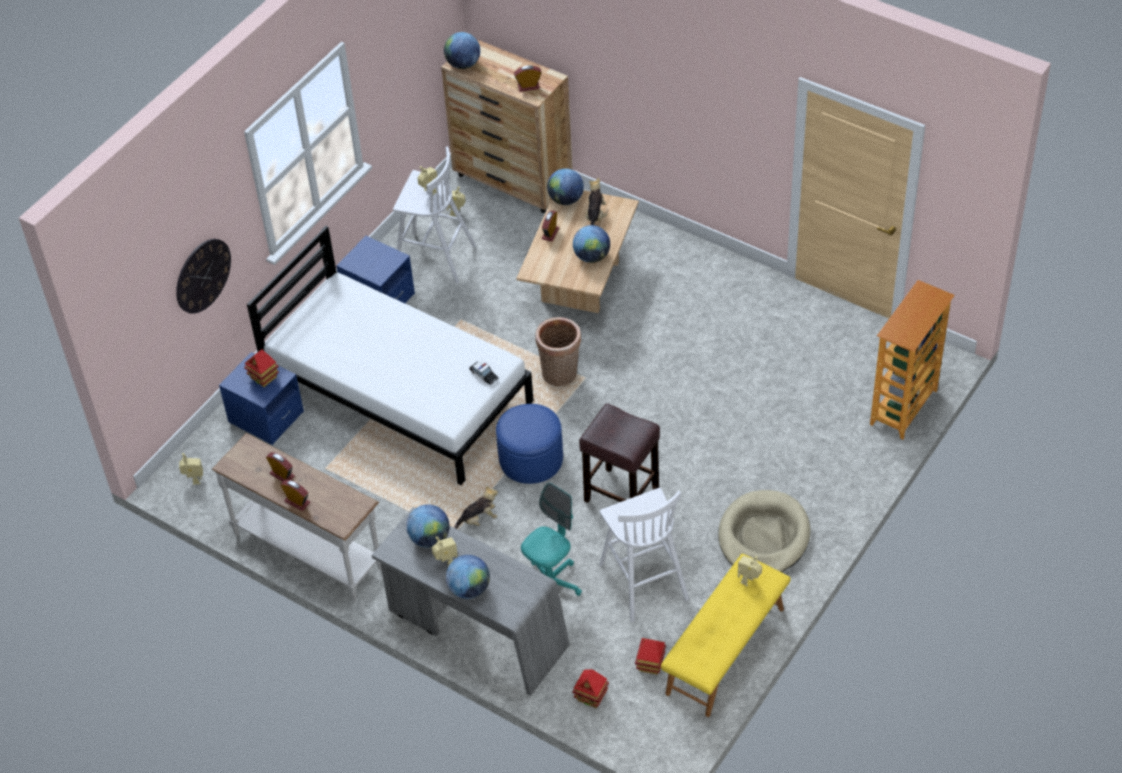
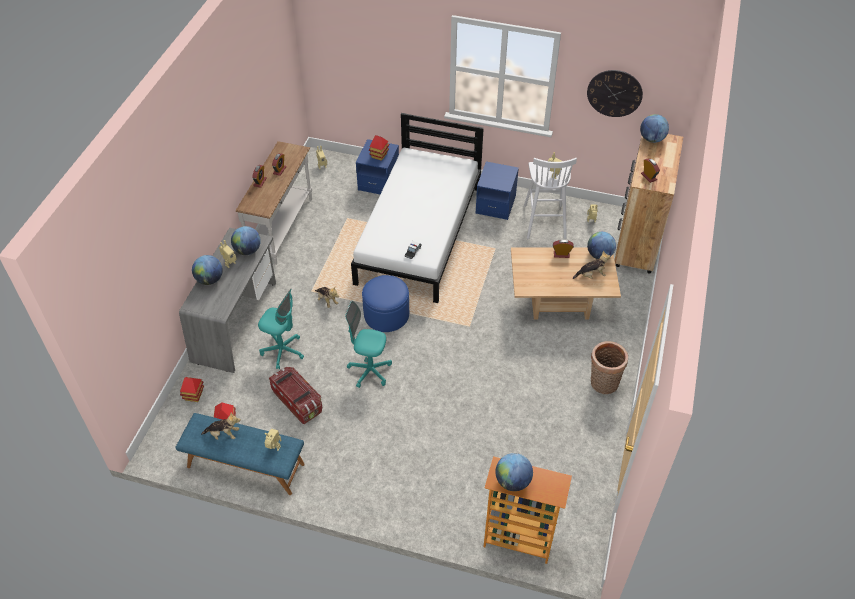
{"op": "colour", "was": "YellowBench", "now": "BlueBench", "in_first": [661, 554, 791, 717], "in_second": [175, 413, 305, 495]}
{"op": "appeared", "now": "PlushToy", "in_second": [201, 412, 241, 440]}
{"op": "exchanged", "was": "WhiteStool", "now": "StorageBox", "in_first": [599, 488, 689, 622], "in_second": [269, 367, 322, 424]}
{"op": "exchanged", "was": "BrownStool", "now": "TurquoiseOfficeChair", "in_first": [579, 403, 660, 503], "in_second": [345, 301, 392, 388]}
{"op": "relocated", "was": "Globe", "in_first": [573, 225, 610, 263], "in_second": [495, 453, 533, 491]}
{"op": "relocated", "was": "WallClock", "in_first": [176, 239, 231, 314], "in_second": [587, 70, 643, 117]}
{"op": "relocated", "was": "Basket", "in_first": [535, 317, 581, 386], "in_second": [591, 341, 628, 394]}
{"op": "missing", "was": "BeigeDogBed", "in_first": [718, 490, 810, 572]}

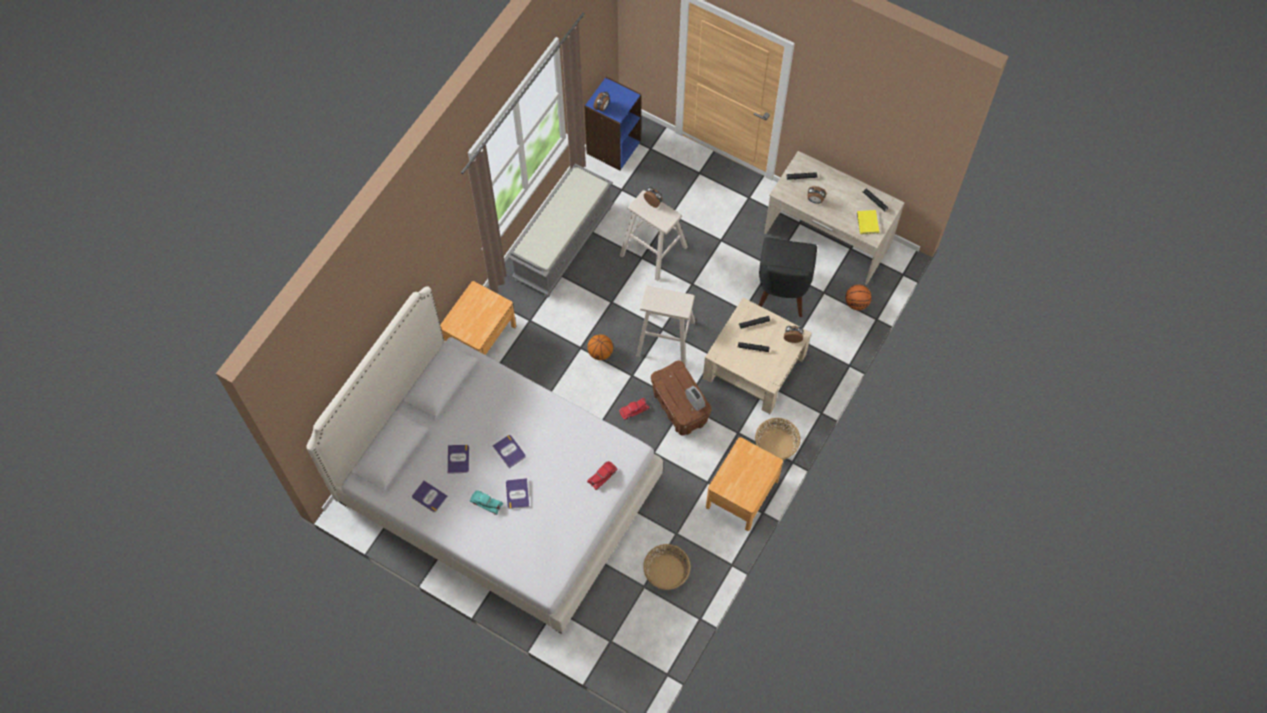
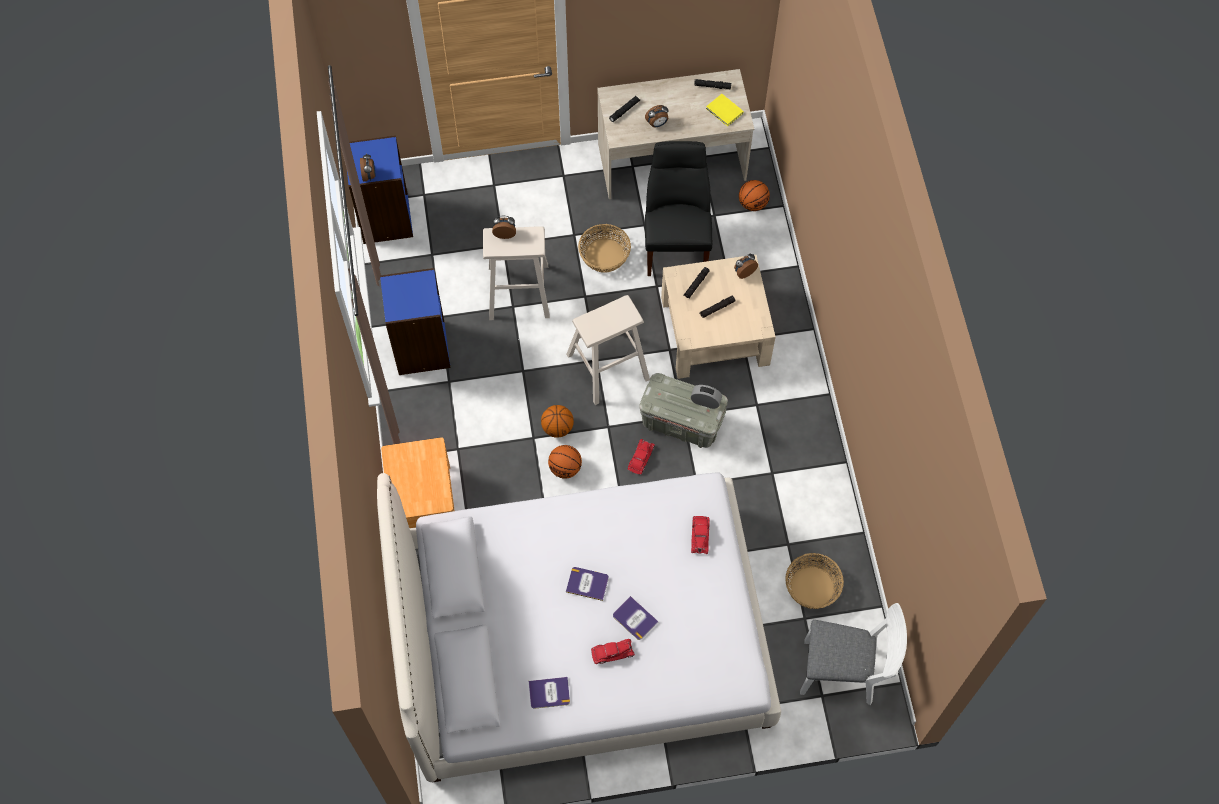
{"op": "exchanged", "was": "GreyBench", "now": "BlueBookcase", "in_first": [509, 164, 613, 298], "in_second": [380, 268, 451, 375]}
{"op": "appeared", "now": "Basketball", "in_second": [548, 445, 582, 479]}
{"op": "relocated", "was": "Basket", "in_first": [755, 418, 801, 460], "in_second": [578, 224, 631, 273]}
{"op": "colour", "was": "TurquoiseToyCar", "now": "RedToyCar", "in_first": [470, 491, 503, 515], "in_second": [591, 639, 635, 664]}
{"op": "colour", "was": "BrownStorageBox", "now": "GreyStorageBox", "in_first": [651, 361, 712, 436], "in_second": [639, 373, 728, 448]}
{"op": "spun", "was": "BlackChair", "in_first": [758, 237, 817, 317], "in_second": [645, 141, 712, 276], "clockwise": -150}
{"op": "appeared", "now": "WhiteChair", "in_second": [800, 603, 907, 705]}
{"op": "missing", "was": "Book", "in_first": [447, 445, 469, 474]}
{"op": "missing", "was": "BrownNightstand", "in_first": [706, 437, 783, 531]}

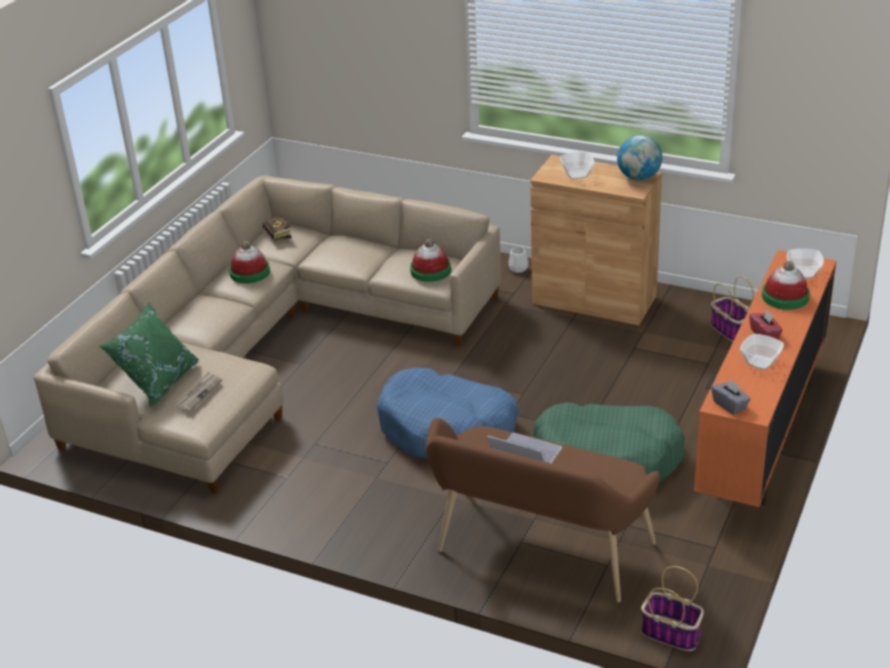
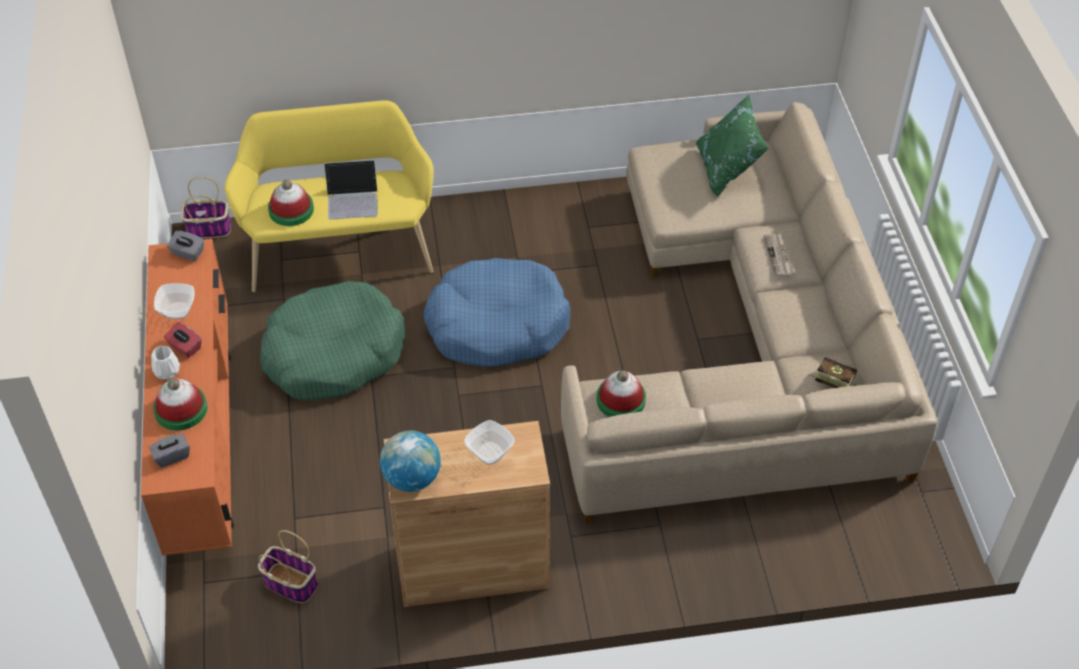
{"op": "exchanged", "was": "Bowl", "now": "GreyTissueBox", "in_first": [787, 249, 824, 279], "in_second": [149, 434, 190, 468]}
{"op": "relocated", "was": "WhiteVase", "in_first": [508, 247, 528, 273], "in_second": [151, 346, 180, 380]}
{"op": "colour", "was": "BrownBench", "now": "YellowBench", "in_first": [425, 418, 660, 602], "in_second": [225, 100, 434, 292]}
{"op": "relocated", "was": "Hat", "in_first": [229, 241, 270, 283], "in_second": [268, 180, 314, 226]}
{"op": "relocated", "was": "Newspaper", "in_first": [175, 372, 222, 412], "in_second": [763, 233, 793, 276]}

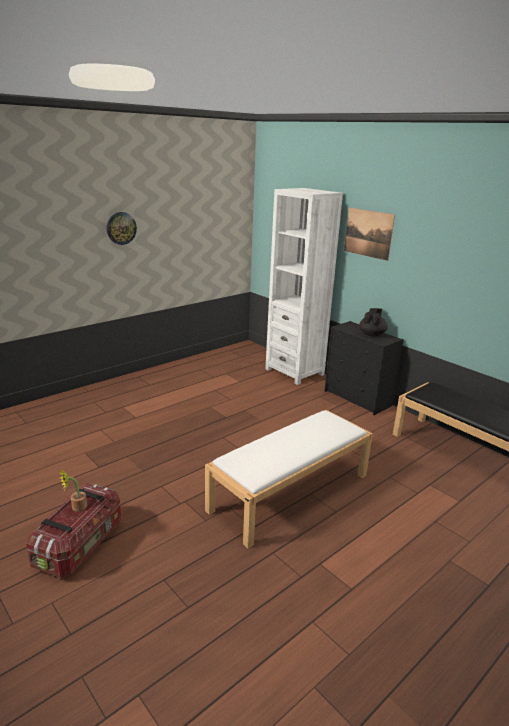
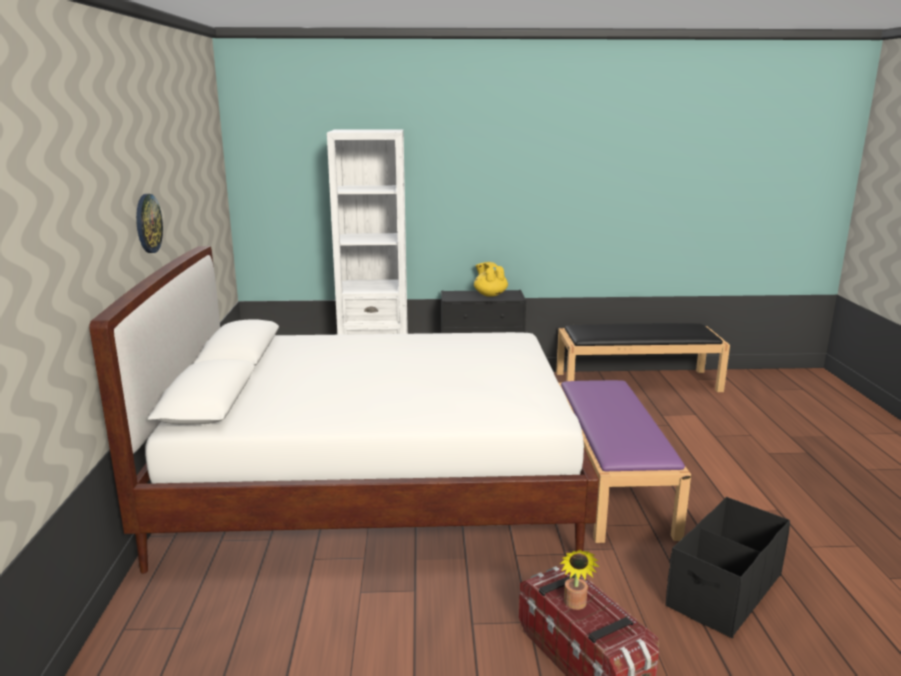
{"op": "appeared", "now": "WhiteBed", "in_second": [89, 246, 599, 574]}
{"op": "colour", "was": "BlackTeapot", "now": "YellowTeapot", "in_first": [359, 308, 388, 336], "in_second": [474, 262, 508, 297]}
{"op": "colour", "was": "WhiteBench", "now": "PurpleBench", "in_first": [205, 410, 373, 548], "in_second": [559, 380, 691, 543]}
{"op": "appeared", "now": "BlackStorageBox", "in_second": [665, 497, 790, 638]}
{"op": "missing", "was": "Picture", "in_first": [344, 208, 395, 261]}

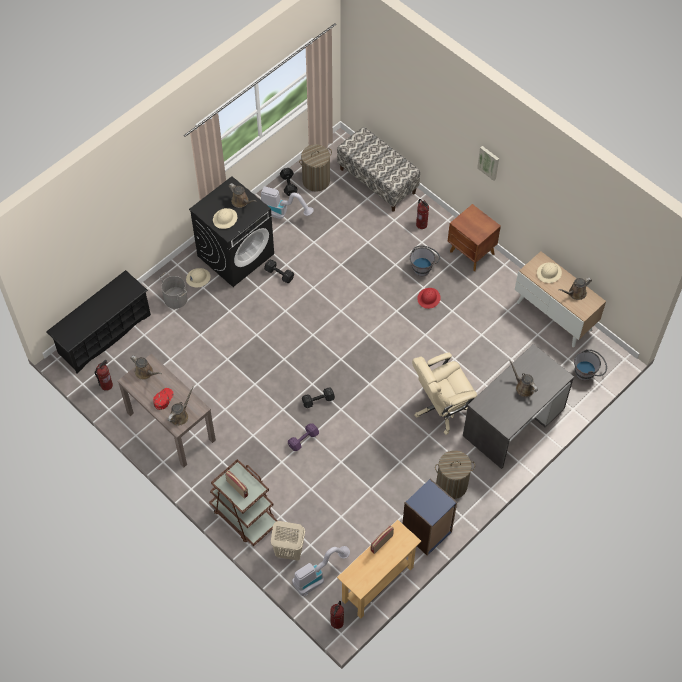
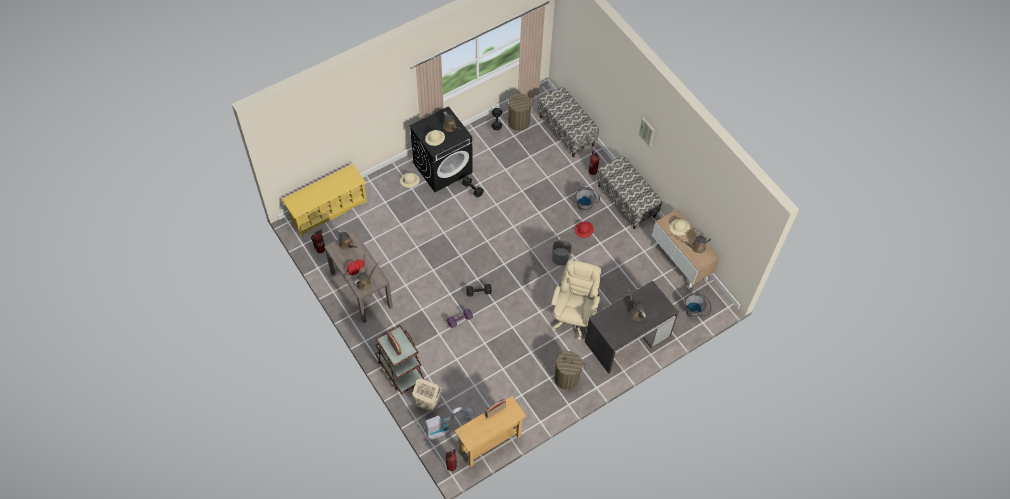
{"op": "colour", "was": "BlackShoeRack", "now": "YellowShoeRack", "in_first": [46, 270, 151, 373], "in_second": [282, 164, 367, 236]}
{"op": "spun", "was": "BeigeOfficeChair", "in_first": [412, 352, 477, 435], "in_second": [551, 260, 601, 340], "clockwise": 120}
{"op": "relocated", "was": "GreyBucket", "in_first": [159, 272, 188, 309], "in_second": [552, 235, 573, 266]}
{"op": "exchanged", "was": "BrownNightstand", "now": "Bench", "in_first": [448, 204, 501, 271], "in_second": [597, 155, 662, 229]}
{"op": "missing", "was": "VacuumCleaner", "in_first": [261, 186, 314, 219]}
{"op": "missing", "was": "BlueBookcase", "in_first": [403, 478, 457, 556]}

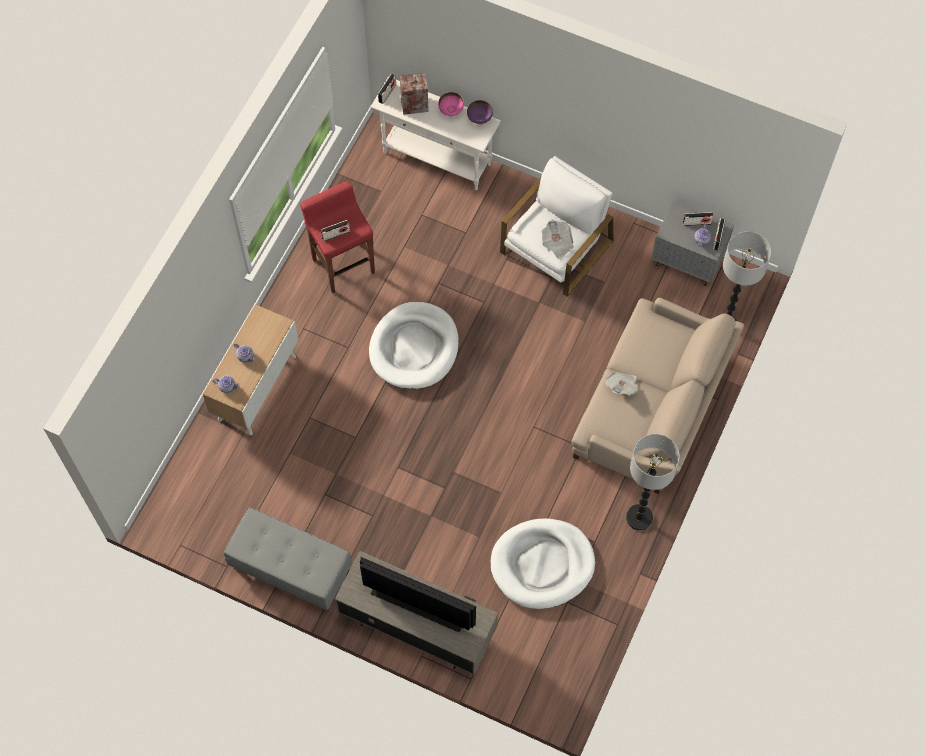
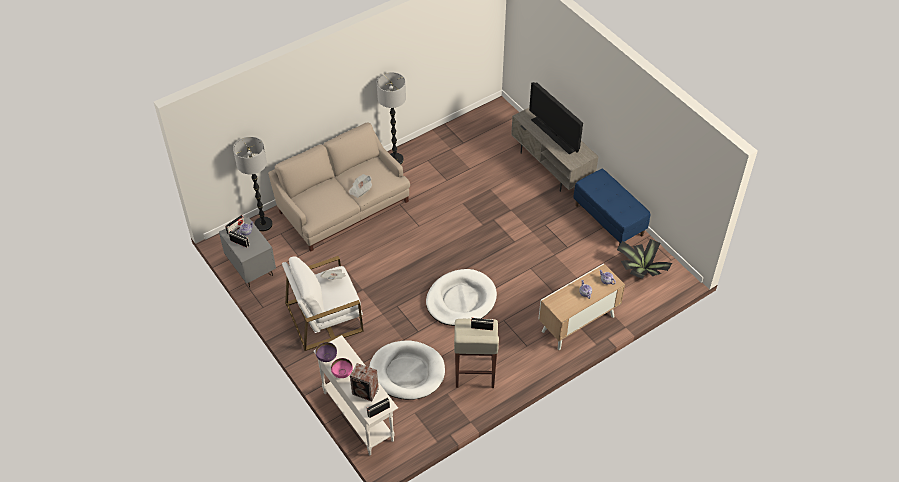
{"op": "relocated", "was": "WhiteDogBed", "in_first": [491, 518, 595, 609], "in_second": [369, 341, 445, 400]}
{"op": "colour", "was": "RedStool", "now": "BeigeStool", "in_first": [300, 181, 375, 293], "in_second": [454, 319, 499, 388]}
{"op": "colour", "was": "GreyBench", "now": "BlueBench", "in_first": [224, 508, 352, 611], "in_second": [573, 169, 650, 245]}
{"op": "appeared", "now": "PottedPlant", "in_second": [617, 239, 672, 279]}

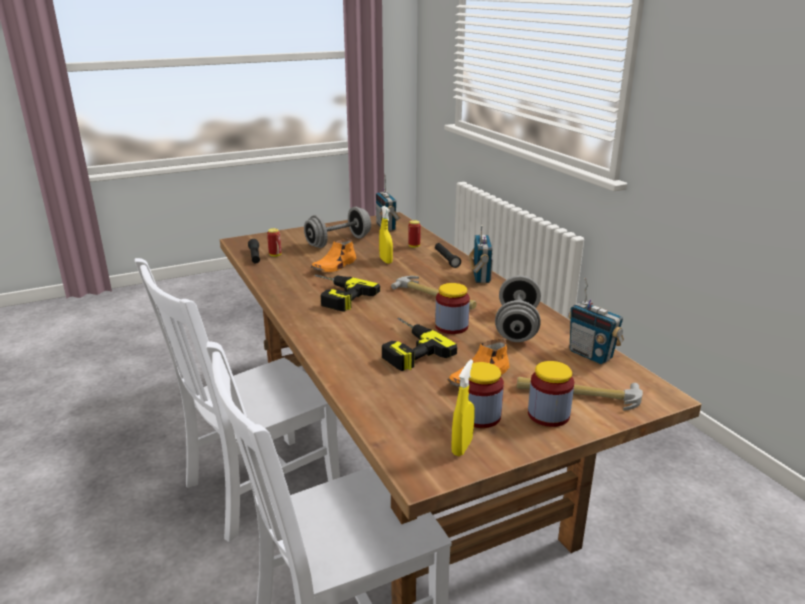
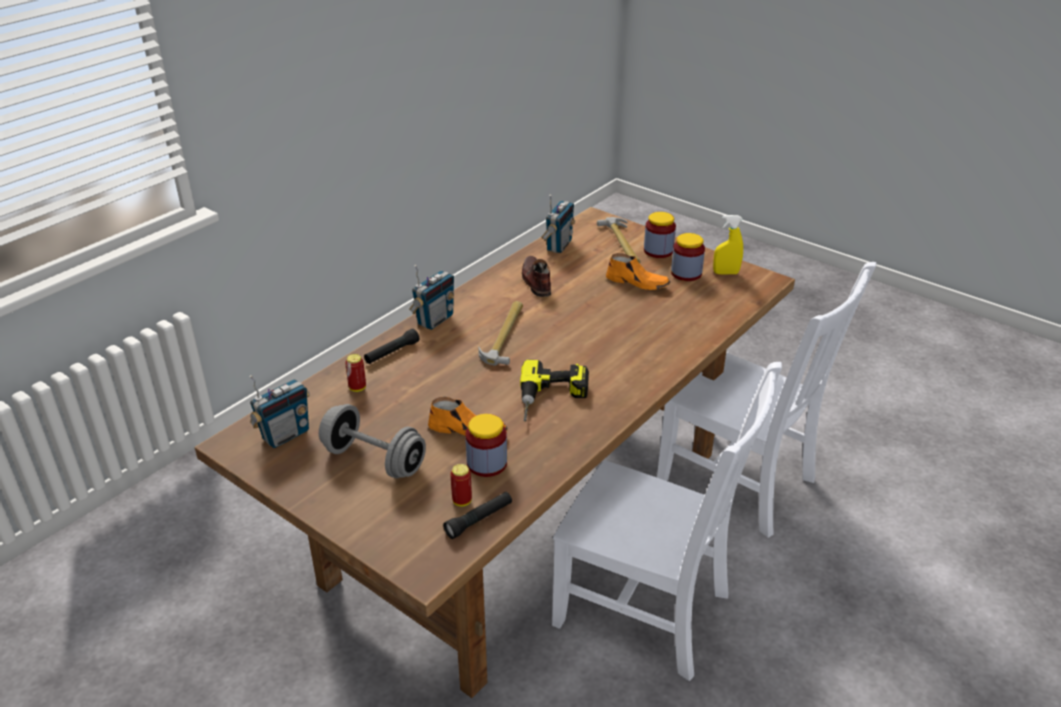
{"op": "spun", "was": "Radio", "in_first": [469, 225, 492, 283], "in_second": [409, 265, 454, 330], "clockwise": 150}
{"op": "relocated", "was": "Jar", "in_first": [435, 283, 470, 334], "in_second": [465, 414, 507, 477]}
{"op": "exchanged", "was": "GreyDumbbell", "now": "BrownShoe", "in_first": [495, 275, 541, 342], "in_second": [522, 256, 551, 297]}
{"op": "missing", "was": "YellowSprayBottle", "in_first": [379, 206, 393, 264]}
{"op": "missing", "was": "PowerDrill", "in_first": [382, 317, 457, 371]}

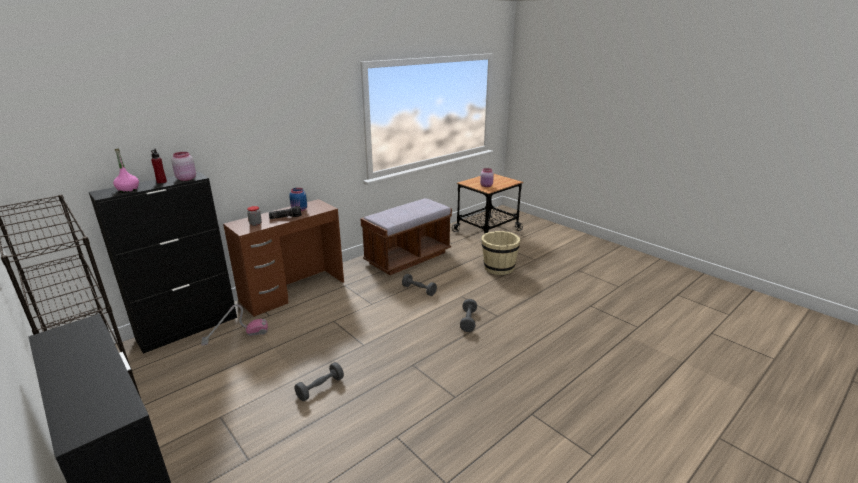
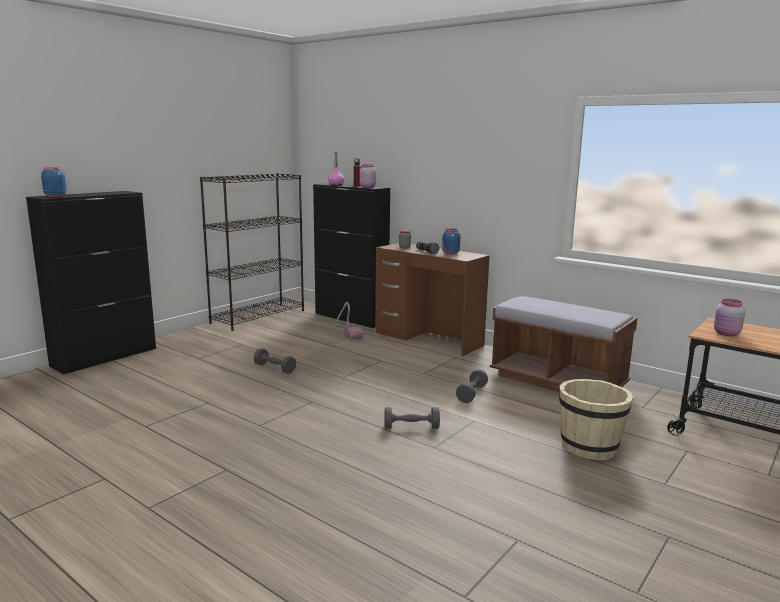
{"op": "appeared", "now": "BlueJar", "in_second": [41, 167, 67, 197]}

